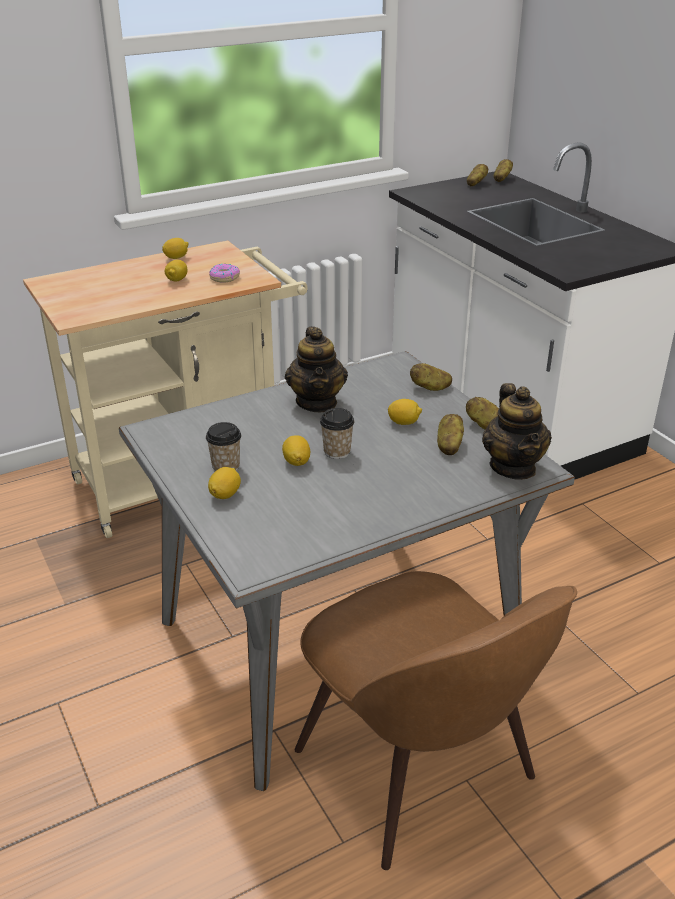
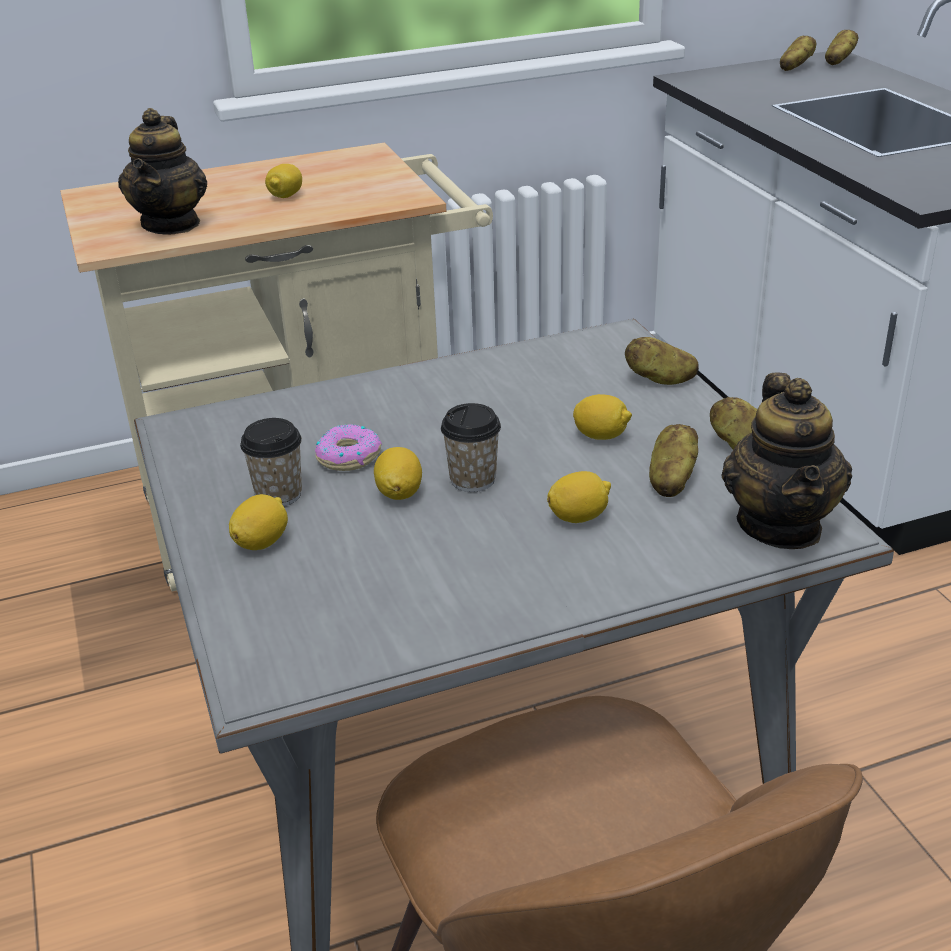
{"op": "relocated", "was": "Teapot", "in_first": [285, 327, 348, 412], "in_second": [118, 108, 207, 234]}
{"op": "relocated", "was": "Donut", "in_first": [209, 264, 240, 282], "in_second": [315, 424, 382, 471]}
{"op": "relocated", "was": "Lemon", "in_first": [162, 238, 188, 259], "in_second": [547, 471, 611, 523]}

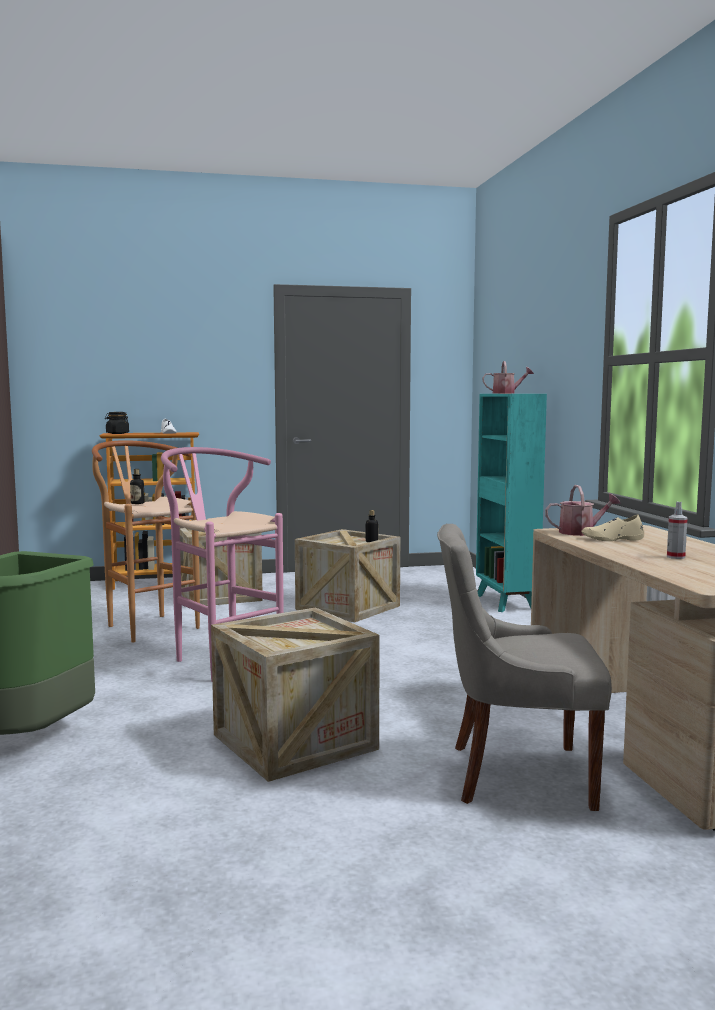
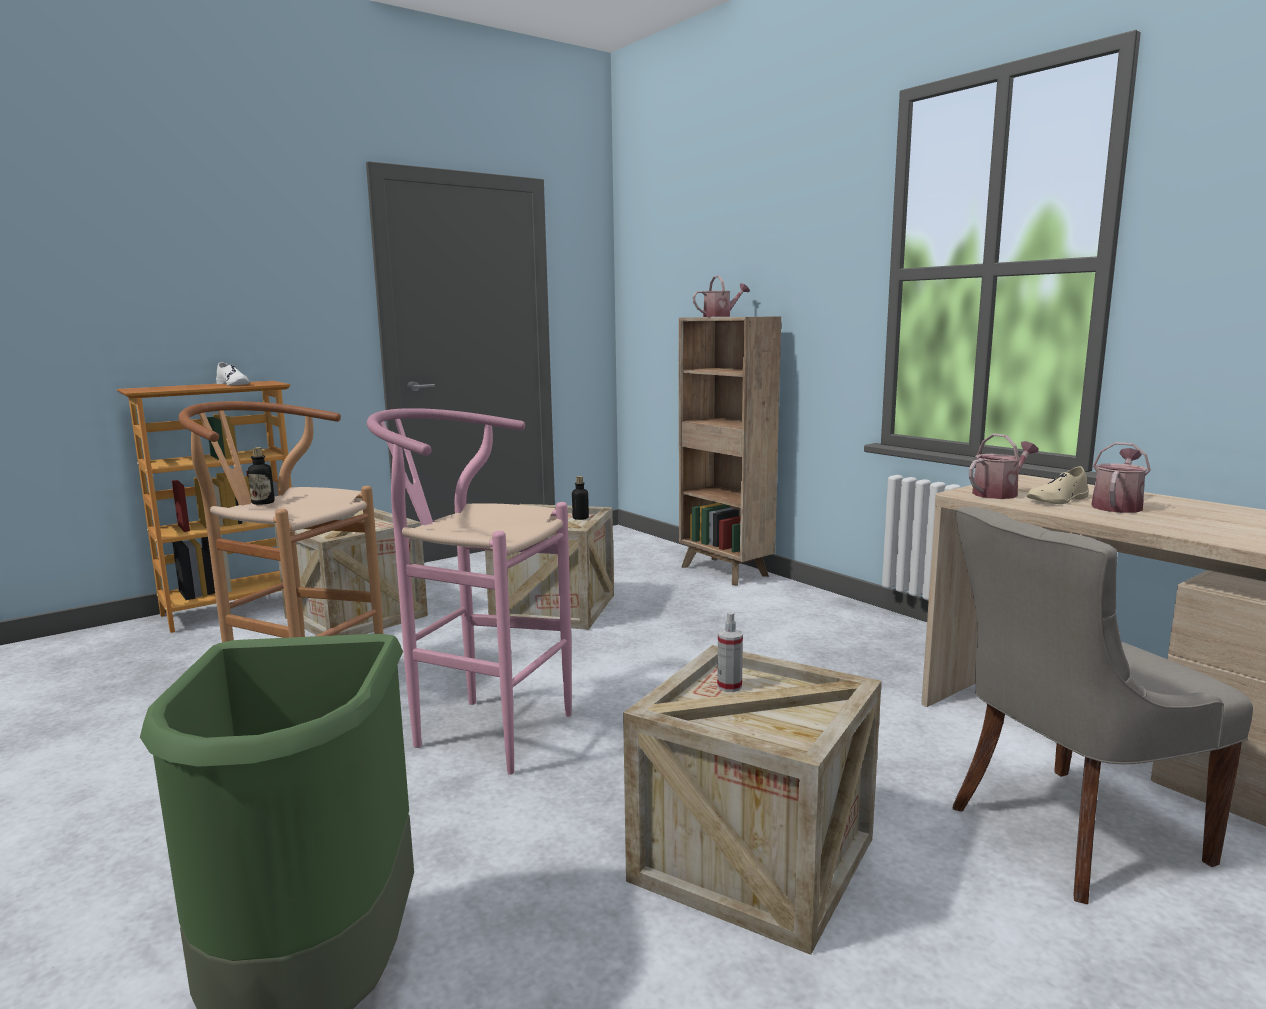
{"op": "colour", "was": "TurquoiseBookcase", "now": "BrownBookcase", "in_first": [476, 394, 547, 612], "in_second": [679, 316, 781, 585]}
{"op": "relocated", "was": "SprayBottle", "in_first": [667, 502, 687, 559], "in_second": [717, 612, 743, 692]}
{"op": "appeared", "now": "WateringCan", "in_second": [1091, 442, 1151, 513]}
{"op": "missing", "was": "BlackJar", "in_first": [105, 412, 129, 434]}

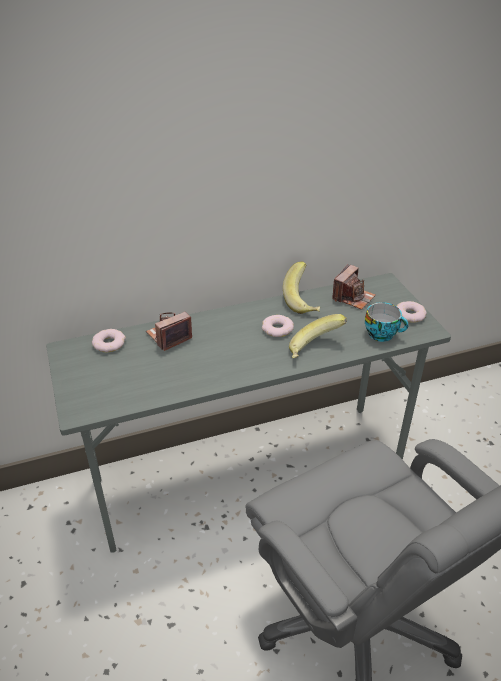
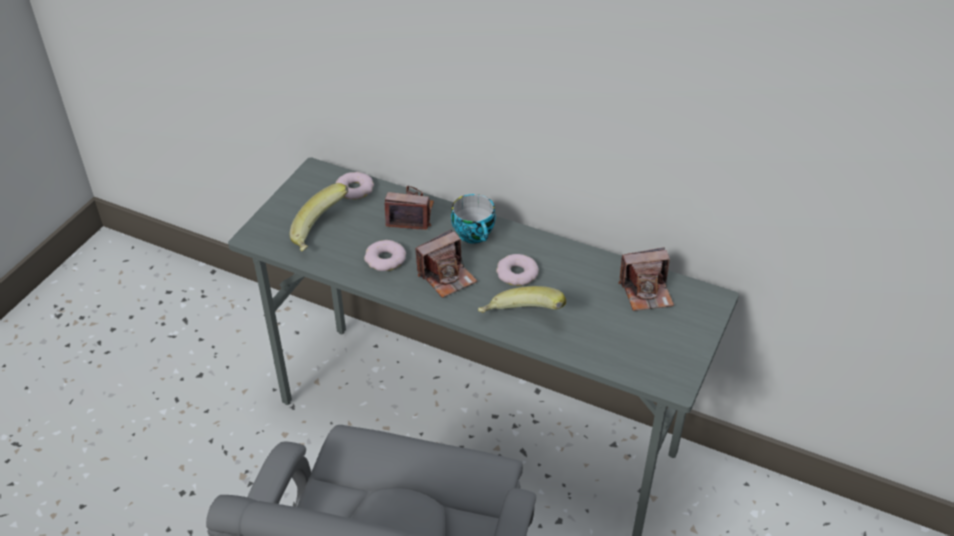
{"op": "relocated", "was": "Banana", "in_first": [283, 261, 320, 314], "in_second": [289, 183, 349, 251]}
{"op": "relocated", "was": "Donut", "in_first": [396, 301, 427, 323], "in_second": [364, 240, 406, 271]}
{"op": "appeared", "now": "PhotoCamera", "in_second": [415, 229, 477, 298]}
{"op": "relocated", "was": "Cup", "in_first": [365, 302, 408, 342], "in_second": [451, 194, 496, 244]}

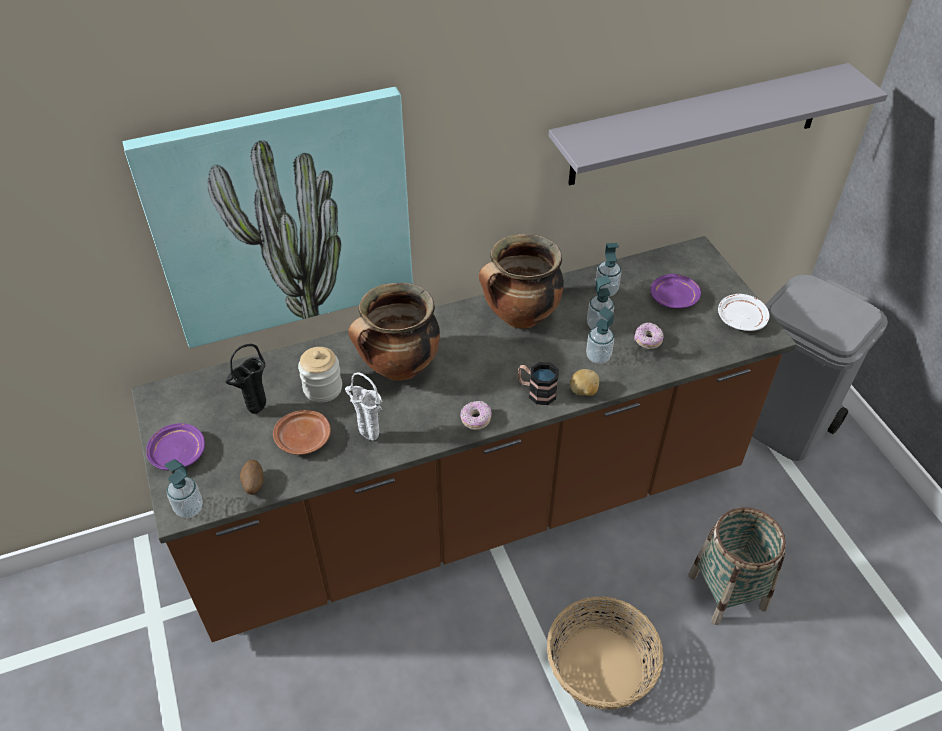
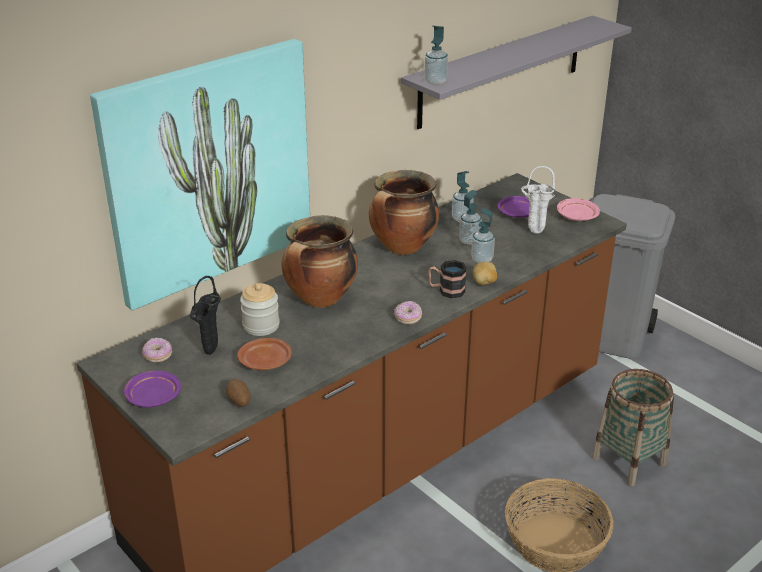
{"op": "relocated", "was": "Donut", "in_first": [634, 323, 664, 349], "in_second": [142, 338, 172, 362]}
{"op": "relocated", "was": "SoapDispenser", "in_first": [165, 459, 203, 518], "in_second": [425, 26, 448, 85]}
{"op": "relocated", "was": "WhiteVase", "in_first": [345, 372, 383, 441], "in_second": [521, 166, 555, 234]}
{"op": "colour", "was": "WhitePlate", "now": "PinkPlate", "in_first": [718, 294, 769, 331], "in_second": [557, 198, 600, 221]}

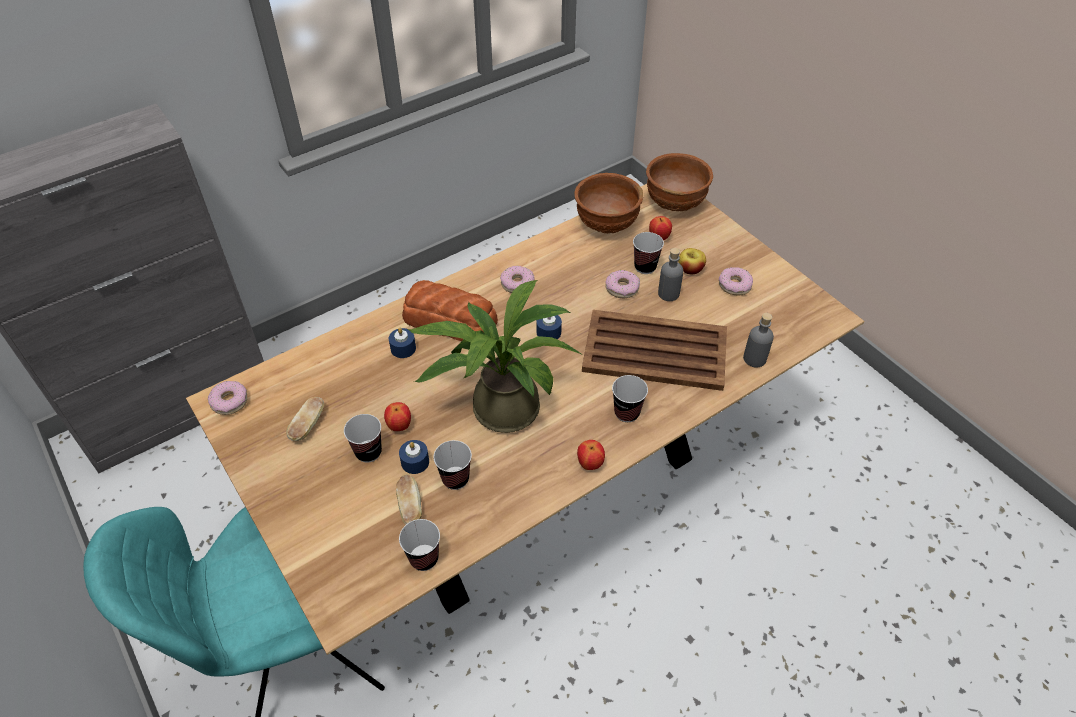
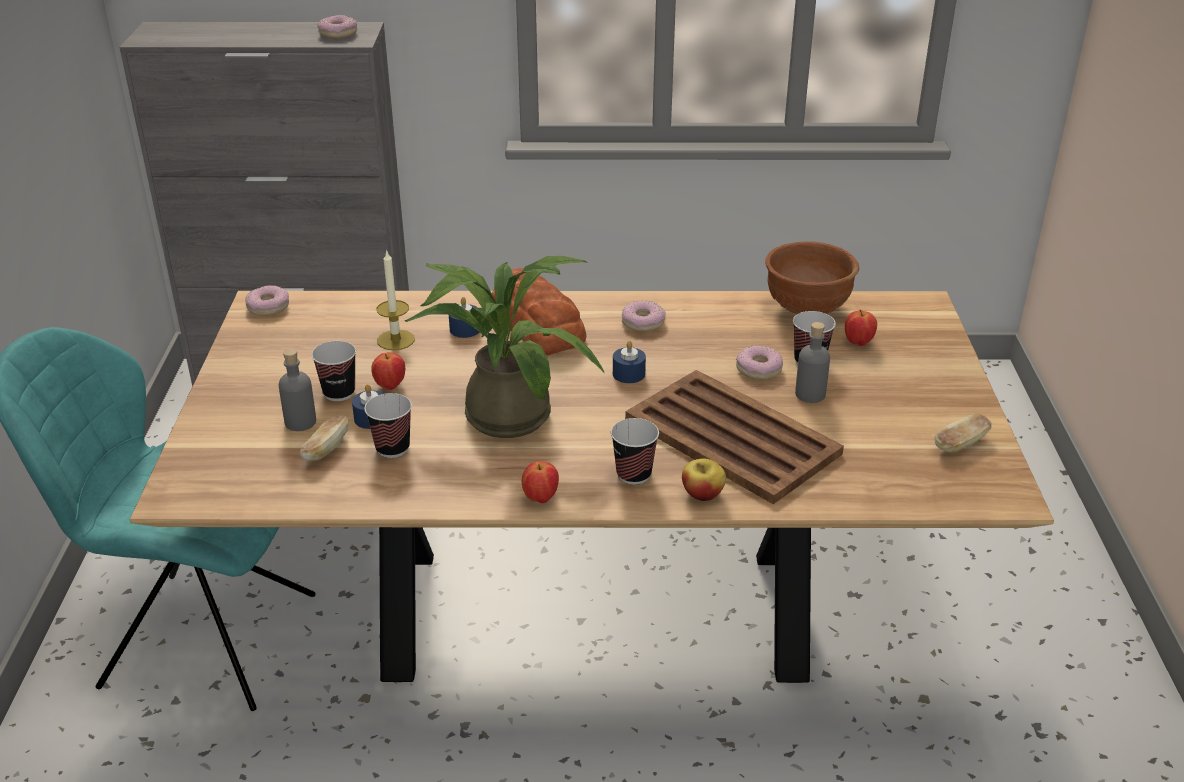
{"op": "relocated", "was": "GreyBottle", "in_first": [743, 313, 774, 367], "in_second": [279, 348, 316, 431]}
{"op": "relocated", "was": "Donut", "in_first": [719, 267, 753, 295], "in_second": [317, 15, 357, 39]}
{"op": "appeared", "now": "Candle", "in_second": [376, 249, 415, 350]}
{"op": "relocated", "was": "Apple", "in_first": [678, 248, 706, 274], "in_second": [682, 458, 726, 501]}
{"op": "relocated", "was": "Bread", "in_first": [286, 397, 324, 441], "in_second": [934, 413, 992, 453]}
{"op": "missing", "was": "Cup", "in_first": [399, 519, 440, 571]}
{"op": "missing", "was": "BrownBowl", "in_first": [646, 153, 713, 211]}

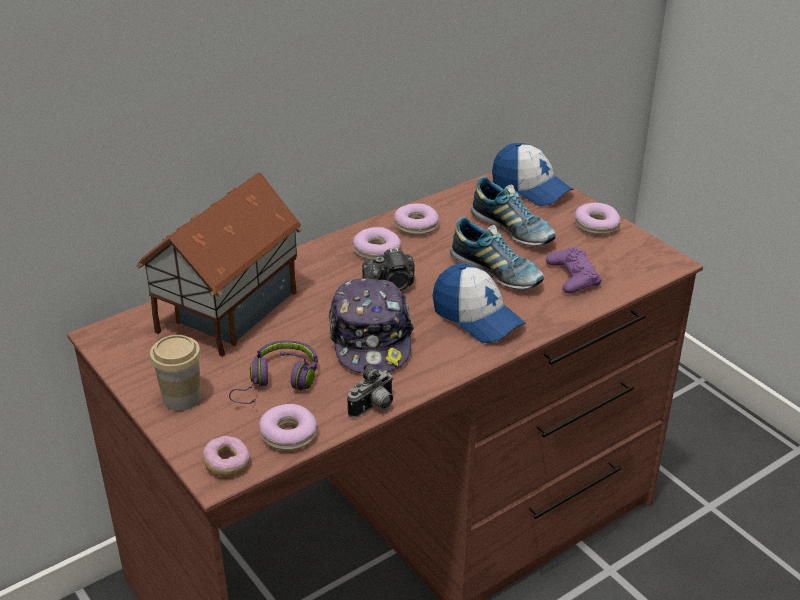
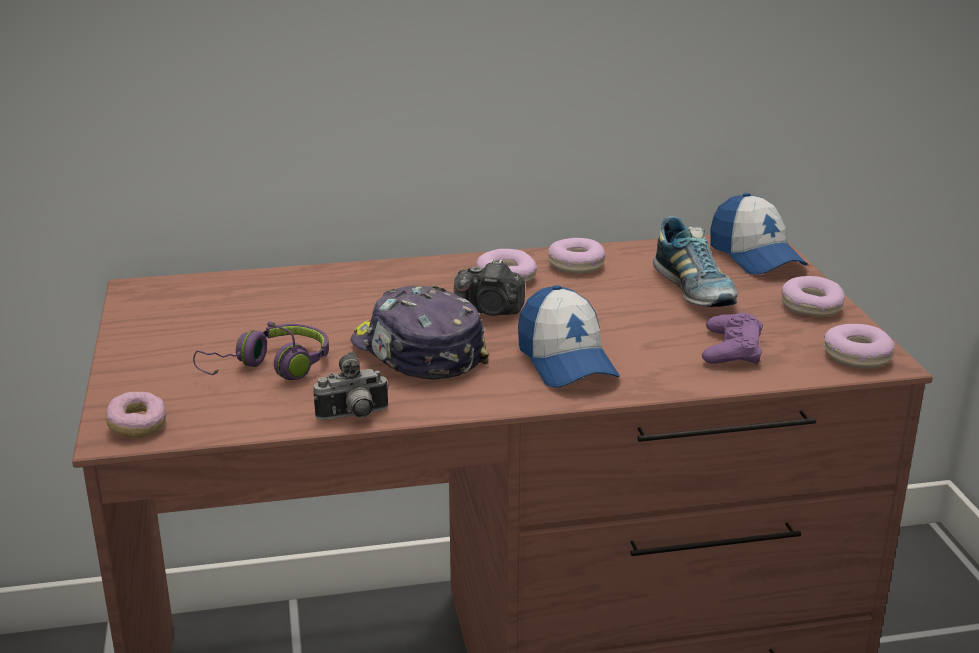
{"op": "spun", "was": "Cap", "in_first": [329, 278, 414, 373], "in_second": [351, 286, 489, 379], "clockwise": 120}
{"op": "relocated", "was": "Donut", "in_first": [259, 404, 317, 451], "in_second": [824, 324, 895, 368]}
{"op": "missing", "was": "ToyHouse", "in_first": [136, 173, 302, 357]}
{"op": "missing", "was": "Cup", "in_first": [150, 335, 201, 411]}
{"op": "missing", "was": "Shoe", "in_first": [450, 217, 544, 290]}

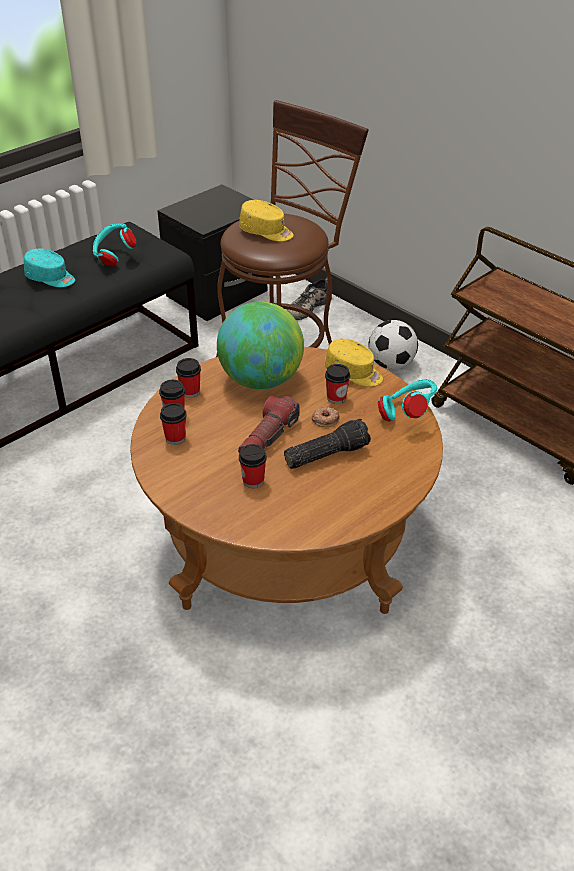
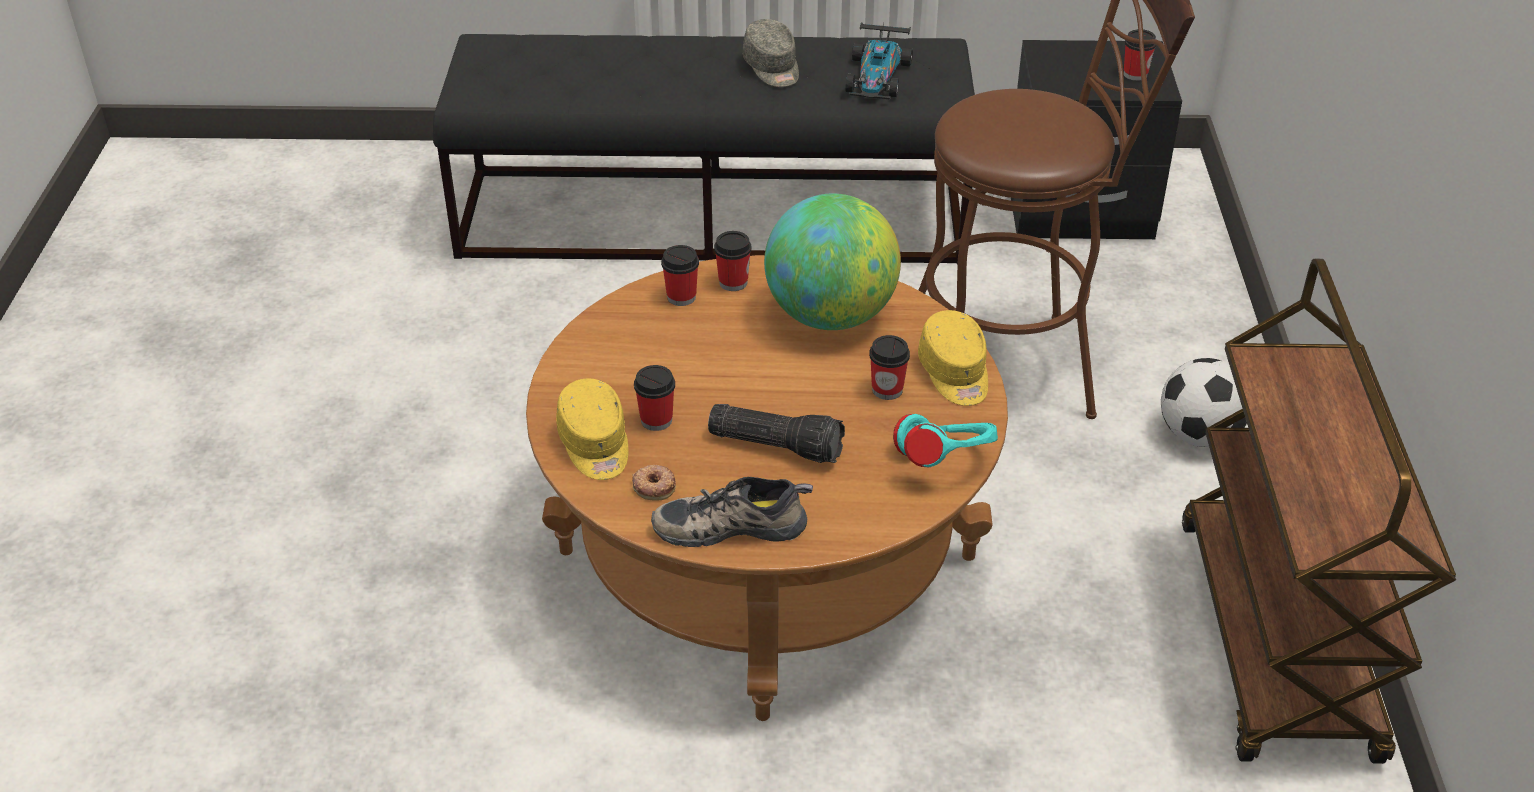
{"op": "relocated", "was": "YellowCap", "in_first": [239, 200, 294, 241], "in_second": [556, 378, 628, 480]}
{"op": "relocated", "was": "Donut", "in_first": [312, 407, 340, 427], "in_second": [632, 465, 676, 501]}
{"op": "relocated", "was": "Shoe", "in_first": [287, 277, 332, 320], "in_second": [651, 477, 813, 547]}
{"op": "colour", "was": "TurquoiseCap", "now": "GreyCap", "in_first": [24, 248, 75, 287], "in_second": [743, 19, 799, 87]}
{"op": "exchanged", "was": "TurquoiseHeadphones", "now": "ToyCar", "in_first": [93, 223, 137, 267], "in_second": [845, 22, 913, 99]}
{"op": "relocated", "was": "Cup", "in_first": [160, 403, 187, 445], "in_second": [1124, 29, 1156, 81]}
{"op": "missing", "was": "Flashlight", "in_first": [238, 396, 300, 454]}

